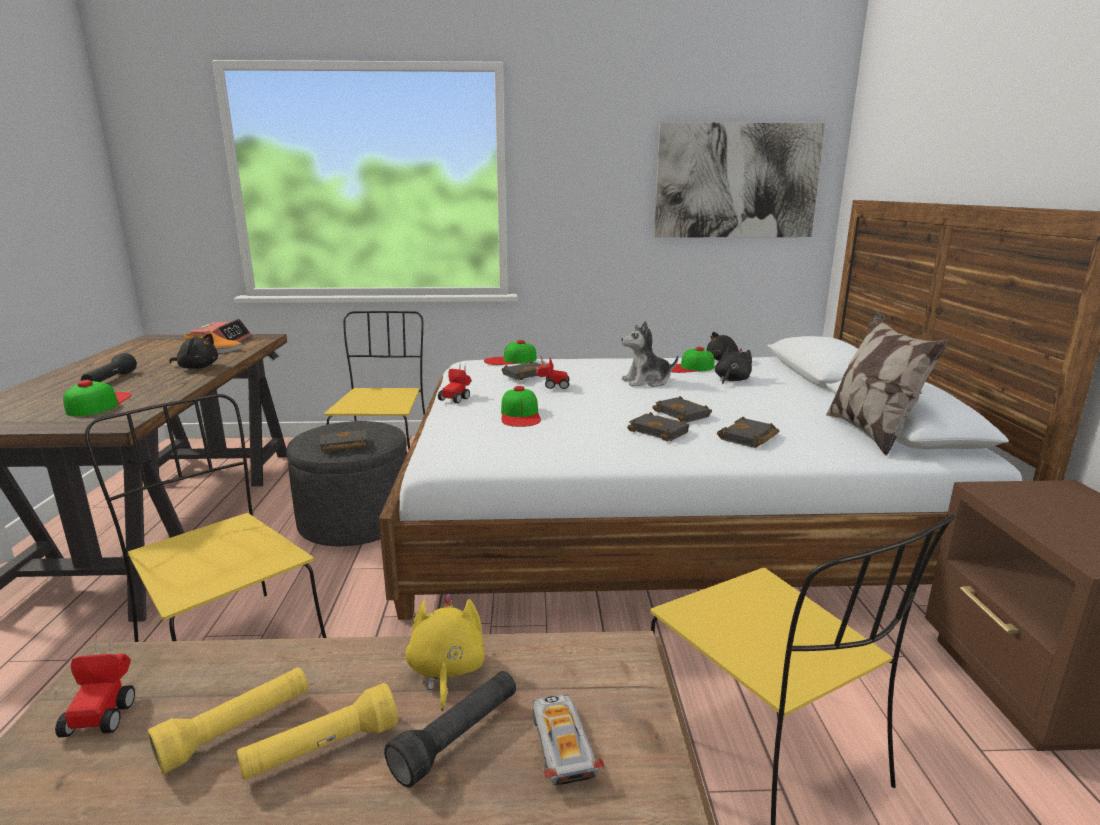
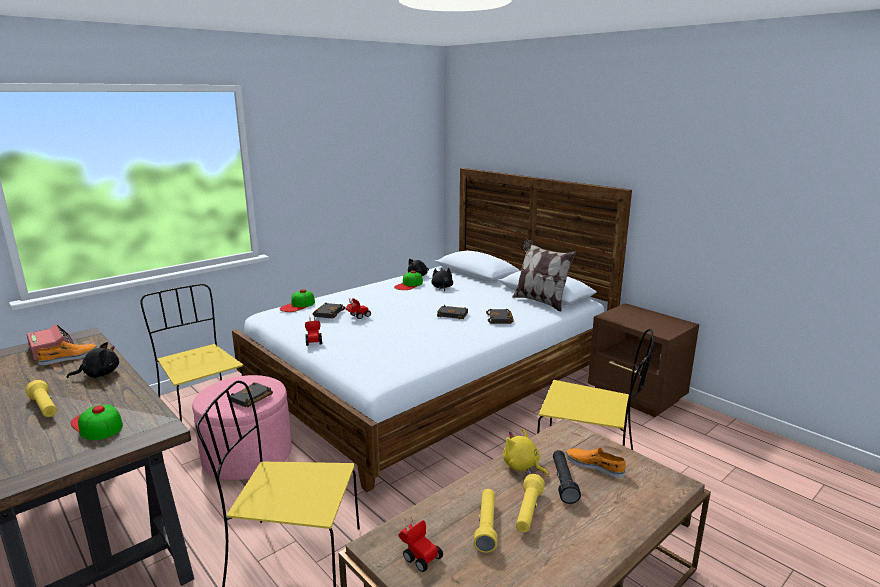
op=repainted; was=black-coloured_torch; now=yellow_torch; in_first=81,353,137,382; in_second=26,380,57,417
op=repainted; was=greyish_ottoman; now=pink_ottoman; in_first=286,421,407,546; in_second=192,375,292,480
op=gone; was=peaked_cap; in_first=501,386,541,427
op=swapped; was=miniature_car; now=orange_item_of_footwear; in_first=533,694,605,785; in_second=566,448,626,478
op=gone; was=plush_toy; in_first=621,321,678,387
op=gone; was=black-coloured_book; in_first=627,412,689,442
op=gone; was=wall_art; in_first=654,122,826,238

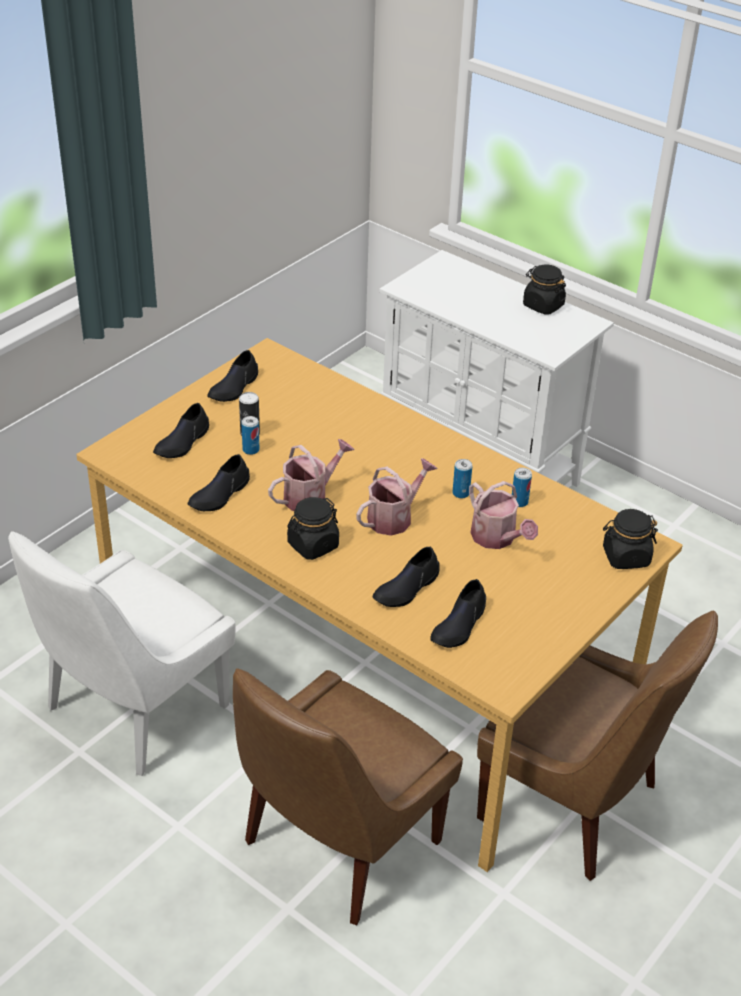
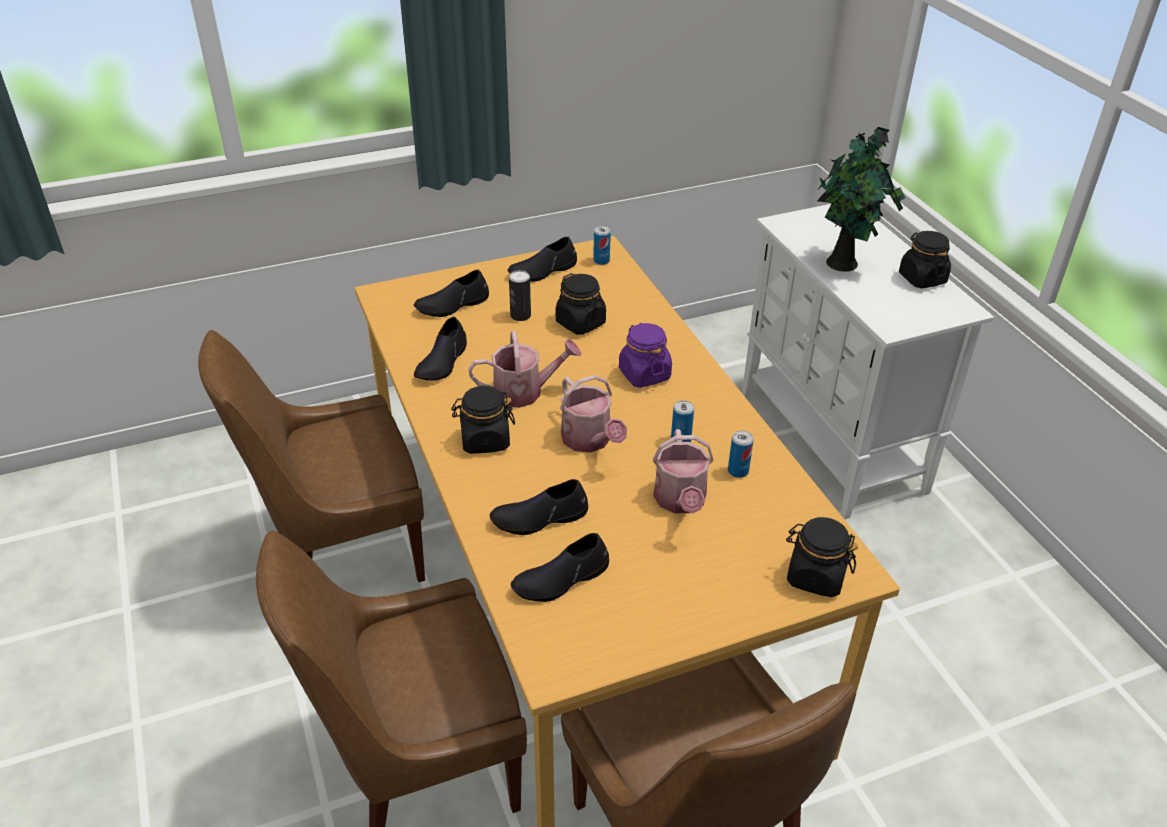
op=repainted; was=whitish_chair; now=brownish_chair; in_first=8,531,236,776; in_second=198,330,425,582
op=rotated; was=black-coloured_item_of_footwear; in_first=188,454,250,511; in_second=414,317,467,381; clockwise=-45
op=shifted; was=metal_can; in_first=241,416,259,455; in_second=593,226,611,265
op=rotated; was=watering_can; in_first=356,458,438,536; in_second=560,375,627,453; clockwise=75
op=new; now=black-coloured_jar; in_second=556,273,606,335
op=new; now=purplish_jar; in_second=619,323,672,388
op=new; now=houseplant; in_second=817,127,906,272

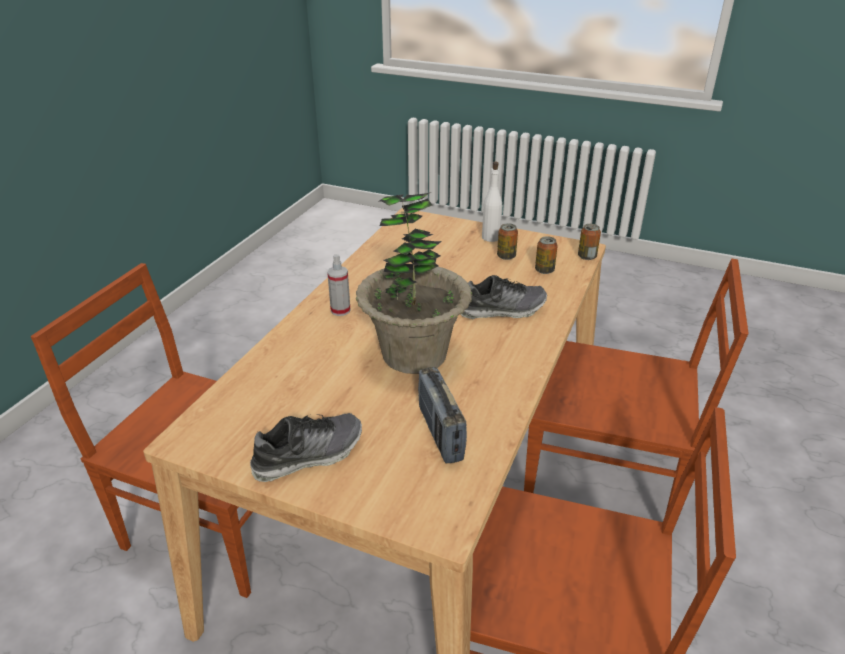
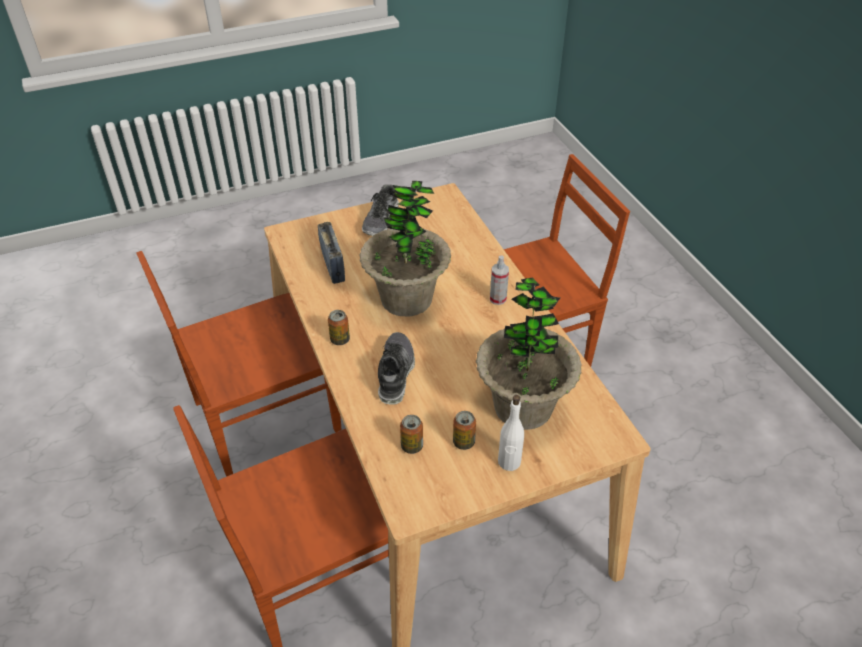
op=rotated; was=radio_set; in_first=418,367,467,463; in_second=318,222,345,284; clockwise=45
op=rotated; was=item_of_footwear; in_first=461,275,547,319; in_second=378,332,415,405; clockwise=150
op=shifted; was=metal_can; in_first=578,224,601,260; in_second=328,310,350,345
op=new; now=houseplant; in_second=476,277,582,430

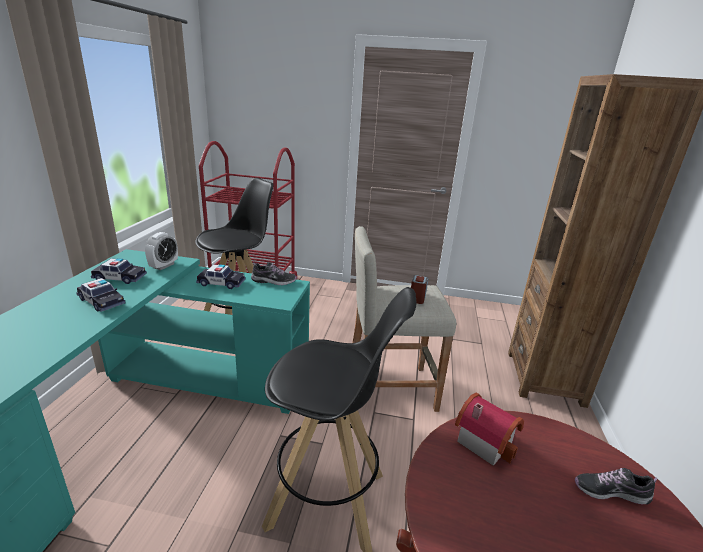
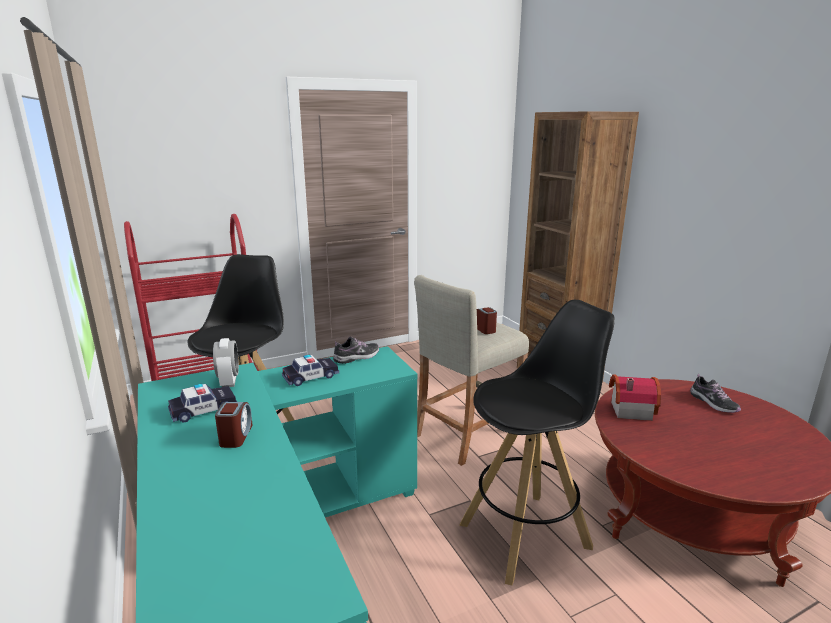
op=swapped; was=miniature_car; now=table_clock; in_first=76,278,126,312; in_second=215,402,252,448
op=rotated; was=item_of_footwear; in_first=575,468,657,505; in_second=690,374,741,413; clockwise=-90

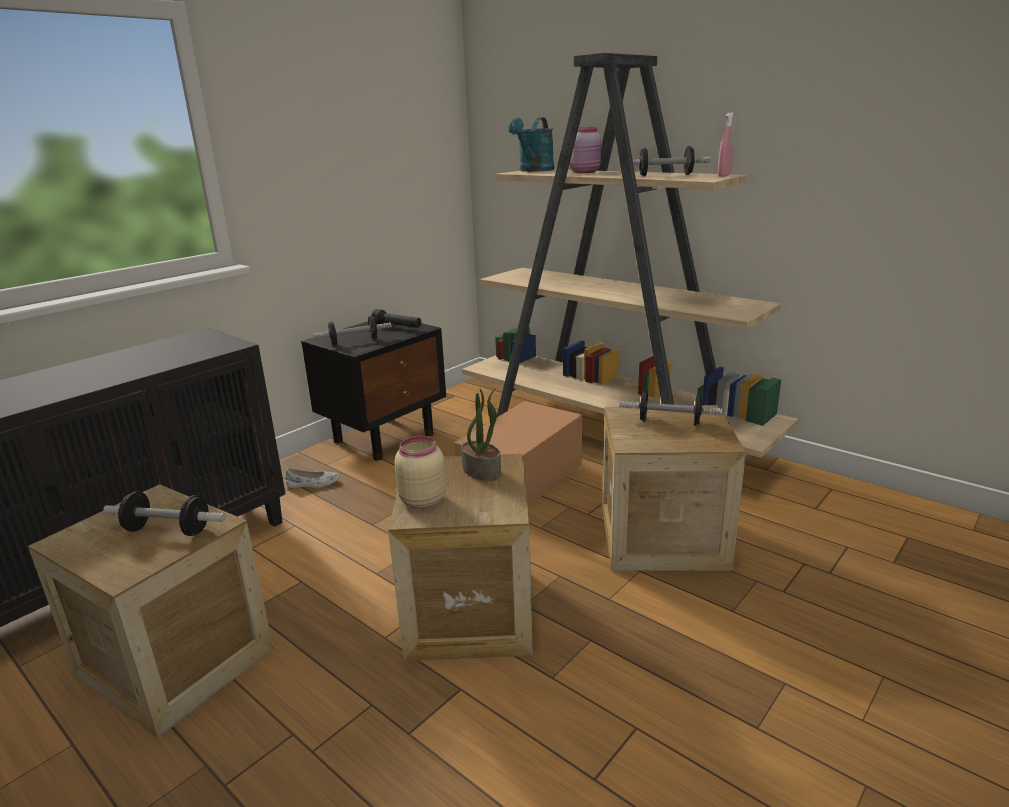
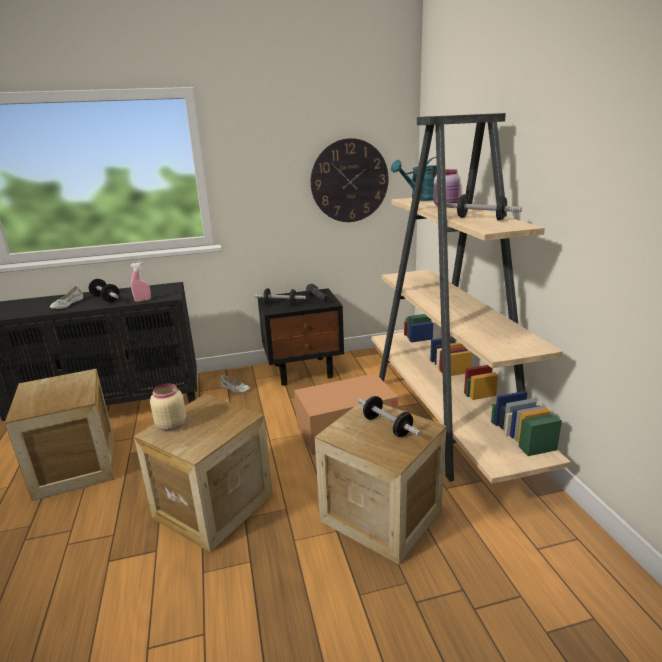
op=shifted; was=hand_weight; in_first=103,492,226,536; in_second=88,279,120,303
op=gone; was=houseplant; in_first=461,388,501,481
op=shifted; was=pink_hand_sprayer; in_first=718,112,734,177; in_second=130,262,151,302
op=new; now=whitish_item_of_footwear; in_second=50,286,83,309
op=new; now=wall_clock; in_second=311,138,389,222

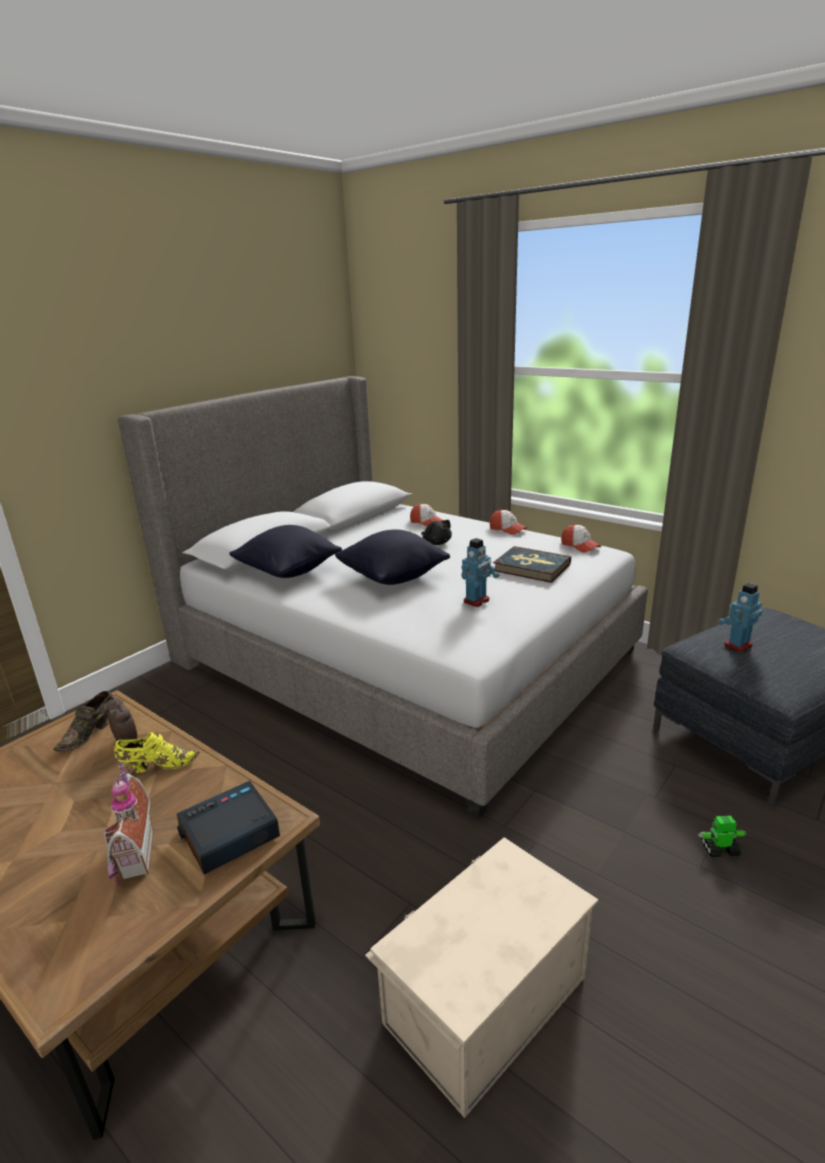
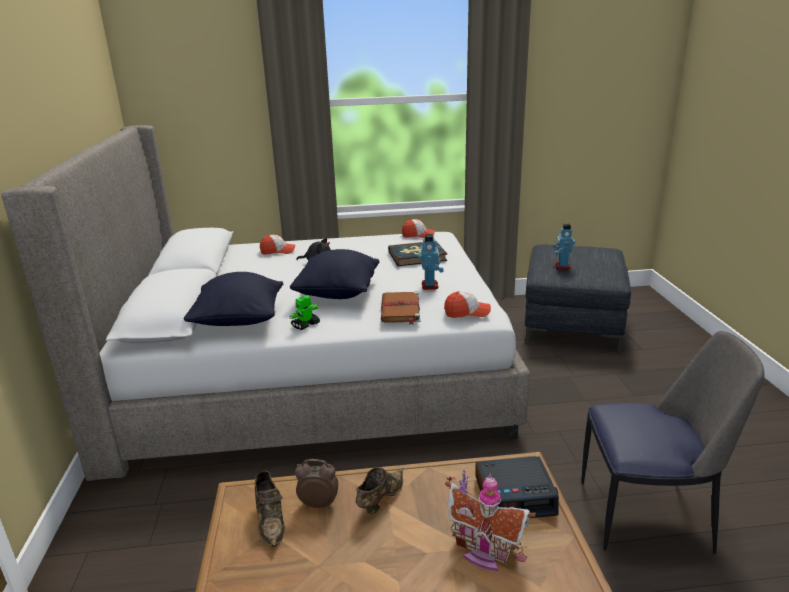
op=repainted; was=yellow_item_of_footwear; now=brownish_item_of_footwear; in_first=114,732,200,773; in_second=356,467,403,514
op=rotated; was=table_clock; in_first=177,781,280,874; in_second=475,456,559,518; clockwise=-105
op=swapped; was=beige-coloured_storage_bin; now=chair; in_first=365,837,598,1118; in_second=582,331,764,554
op=shifted; was=peaked_cap; in_first=490,509,527,535; in_second=444,291,491,318
op=shifted; was=robot_figure; in_first=698,816,747,857; in_second=289,295,320,330
op=new; now=brownish_book; in_second=381,292,420,325

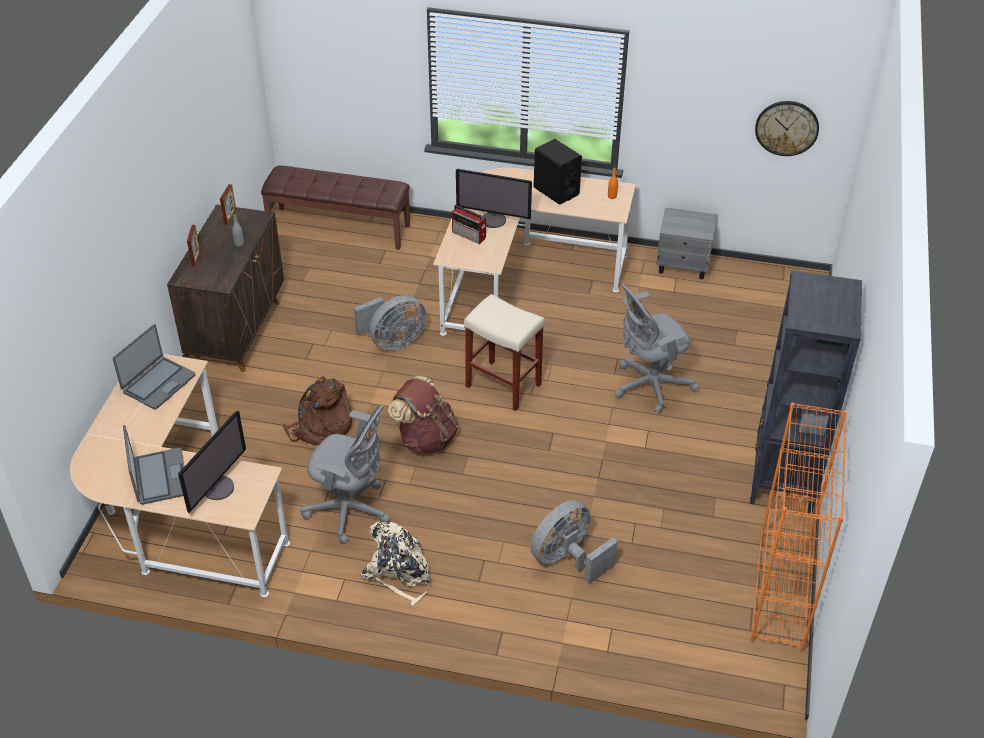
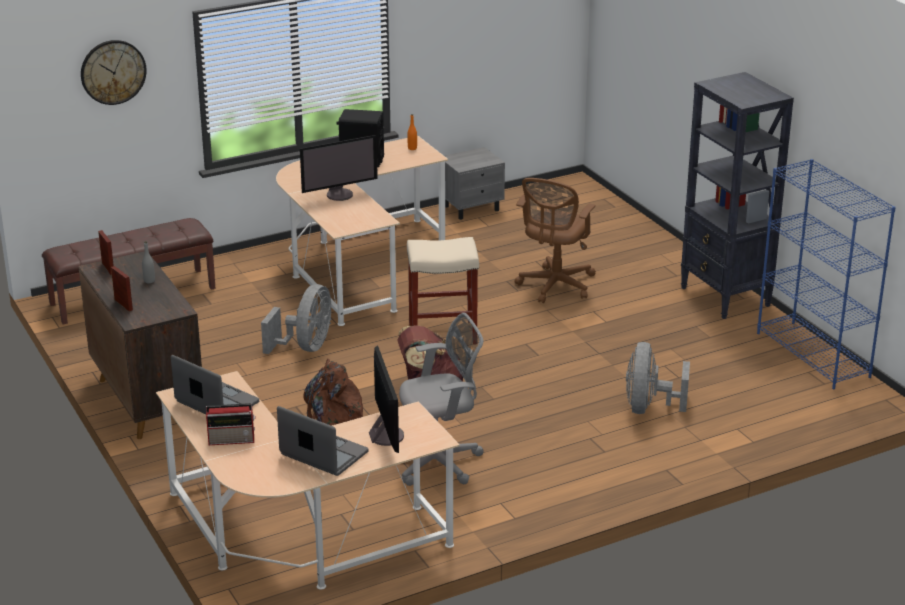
op=rotated; was=laptop; in_first=113,324,196,410; in_second=171,355,259,414; clockwise=-45
op=gone; was=beige-coloured_backpack; in_first=361,521,431,606
op=shifted; was=radio_set; in_first=452,205,486,244; in_second=206,403,255,445
op=repainted; was=greyish_desk_chair; now=brownish_desk_chair; in_first=614,284,700,414; in_second=514,178,596,303
op=repainted; was=orange_shelving_unit; now=bluish_shelving_unit; in_first=750,402,847,652; in_second=757,159,896,389
op=shifted; was=wall_clock; in_first=755,101,819,156; in_second=81,40,147,105

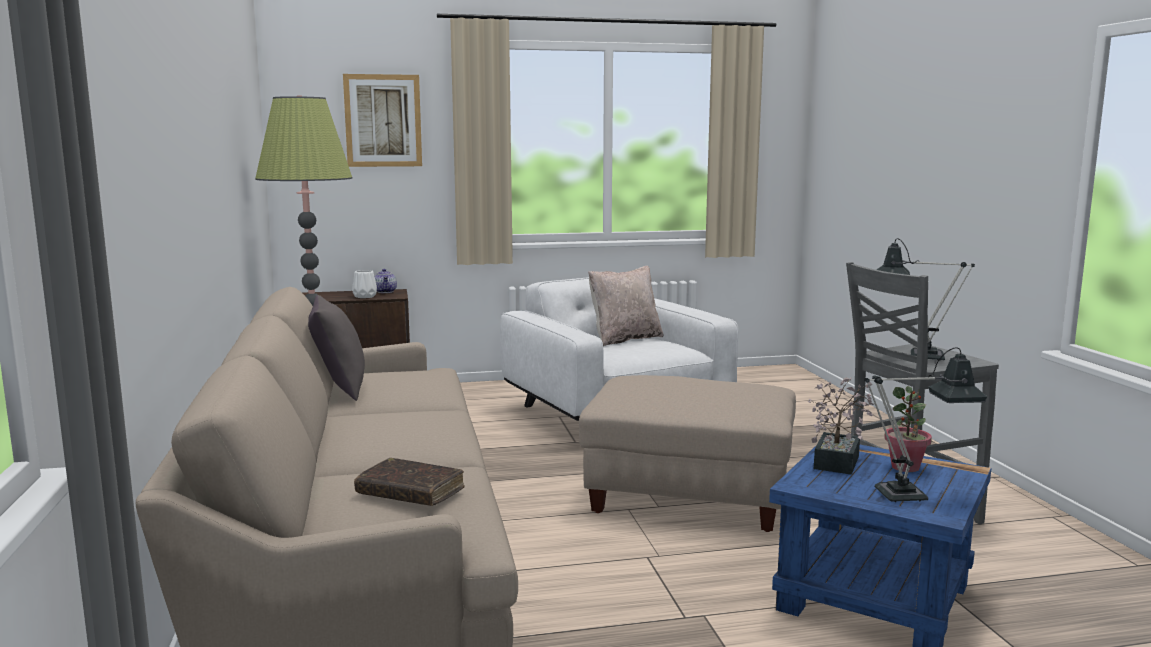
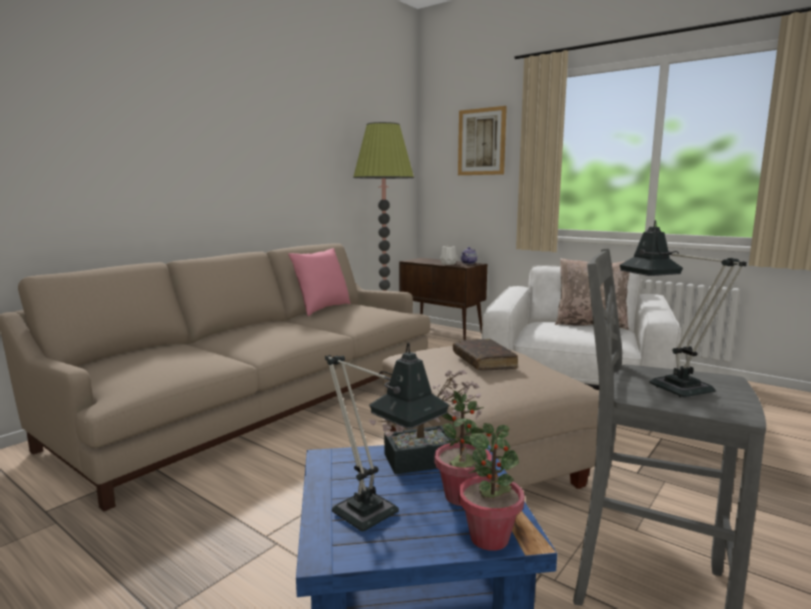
op=repainted; was=greyish_throw_pillow; now=pink_throw_pillow; in_first=308,295,365,401; in_second=288,248,351,316
op=shifted; was=brownish_book; in_first=354,458,465,506; in_second=453,339,518,370
op=new; now=houseplant; in_second=459,423,525,551

